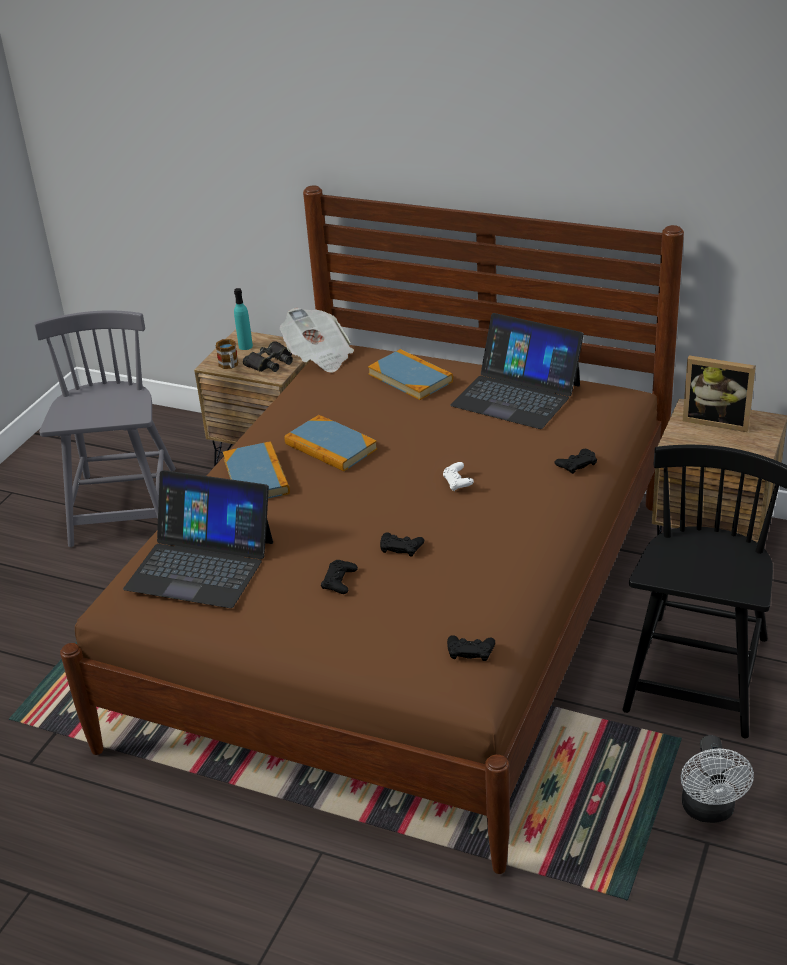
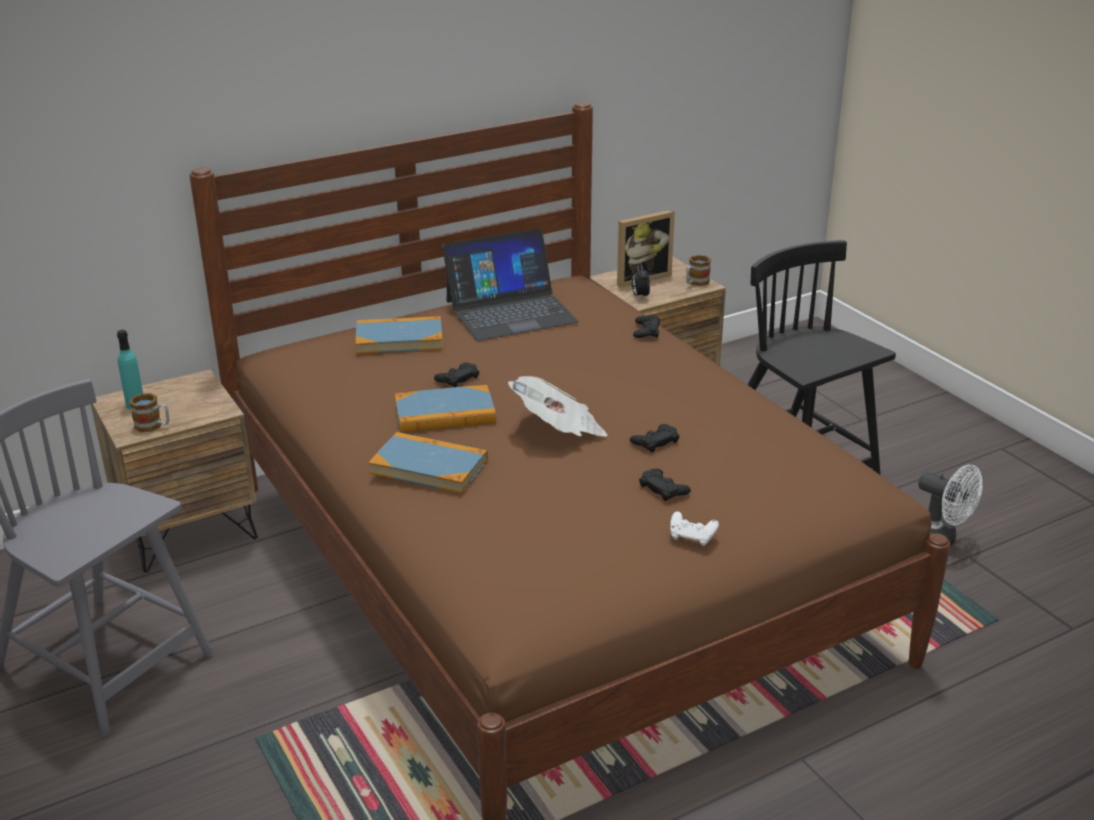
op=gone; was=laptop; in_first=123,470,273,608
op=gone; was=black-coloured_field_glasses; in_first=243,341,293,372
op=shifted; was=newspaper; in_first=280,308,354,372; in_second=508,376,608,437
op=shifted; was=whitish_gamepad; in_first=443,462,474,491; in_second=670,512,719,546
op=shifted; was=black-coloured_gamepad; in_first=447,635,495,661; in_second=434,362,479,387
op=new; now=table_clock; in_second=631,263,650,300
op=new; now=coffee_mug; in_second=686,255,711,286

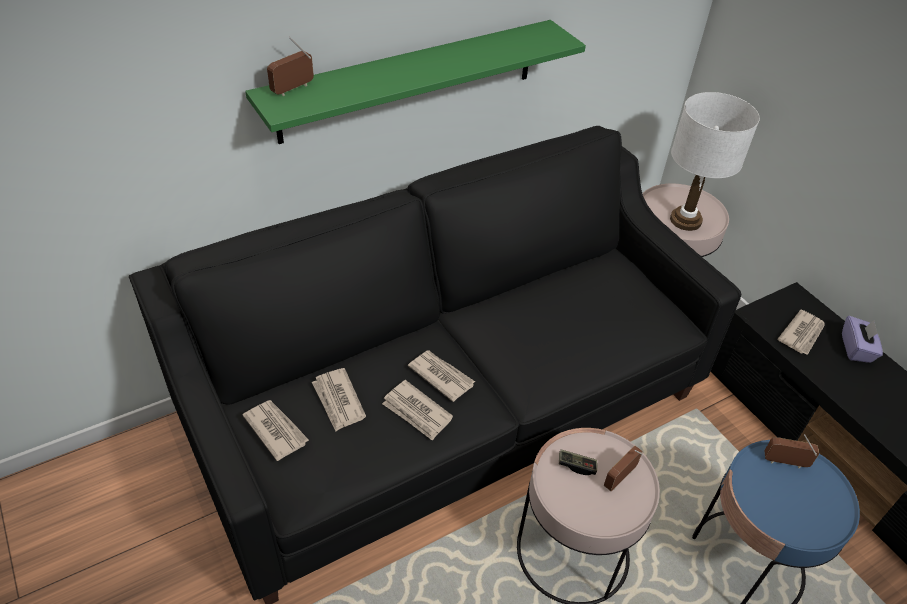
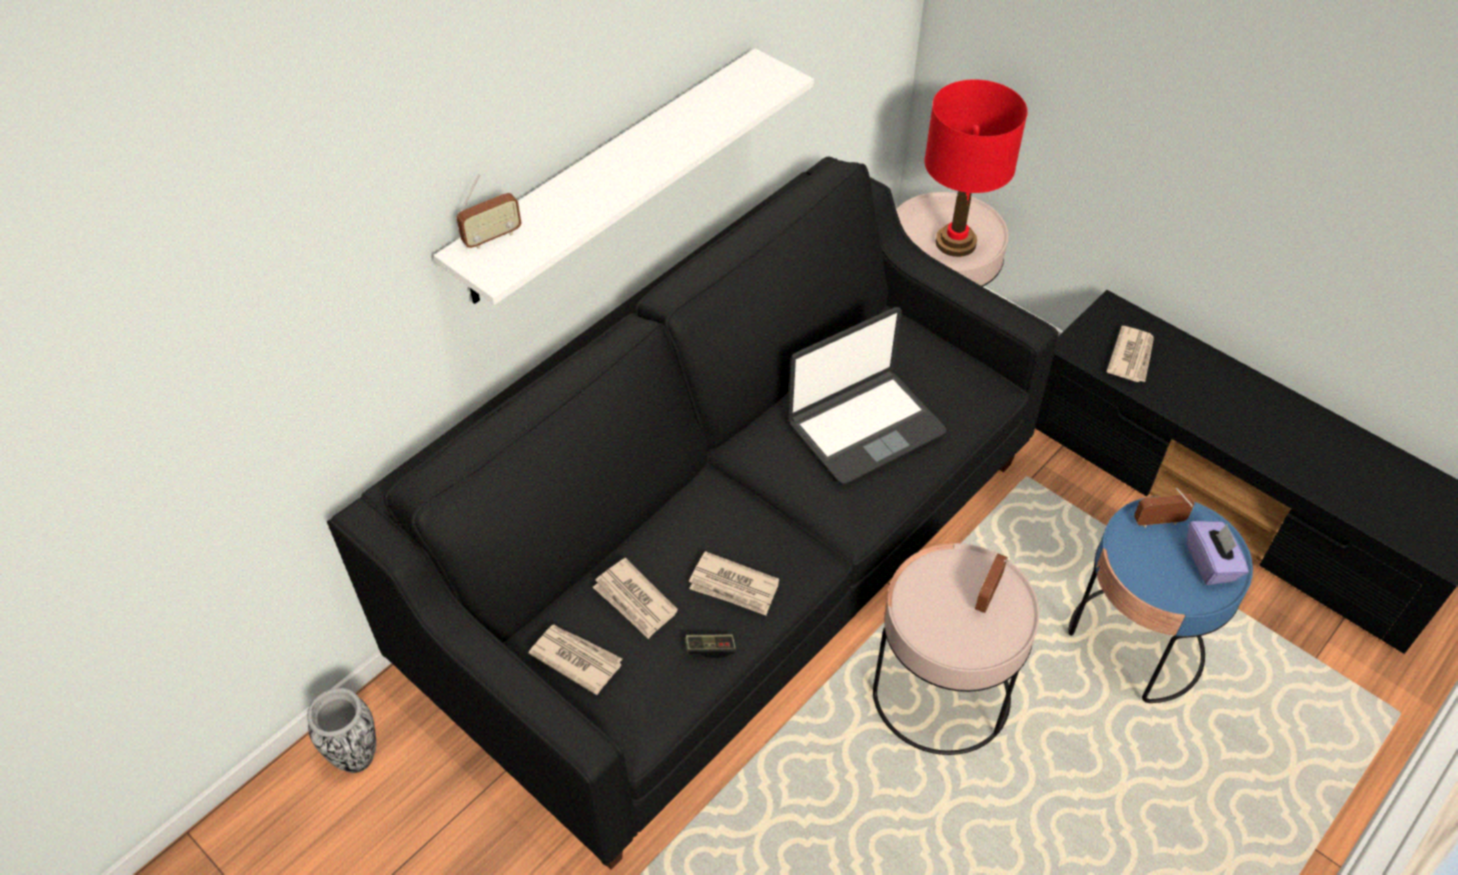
op=repainted; was=green_shelf; now=whitish_shelf; in_first=245,20,586,144; in_second=434,48,814,305
op=rotated; was=radio_set; in_first=267,37,314,96; in_second=457,174,521,249; clockwise=-150
op=gone; was=newspaper; in_first=408,350,475,402
op=shifted; was=gamepad; in_first=559,449,597,475; in_second=685,634,736,658
op=repainted; was=whitish_tabletop_lamp; now=red_tabletop_lamp; in_first=670,92,760,231; in_second=924,79,1028,257
op=shifted; was=purplish_tissue_box; in_first=842,316,883,363; in_second=1187,521,1249,585
op=new; now=decorative_vase; in_second=307,688,376,773
op=new; now=laptop; in_second=787,307,947,485

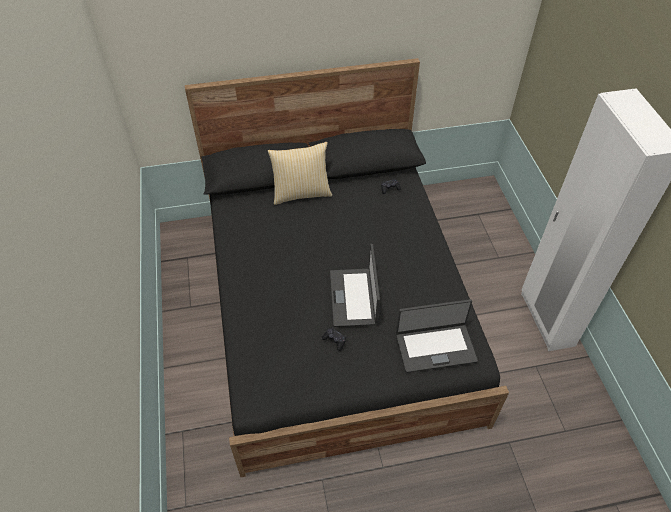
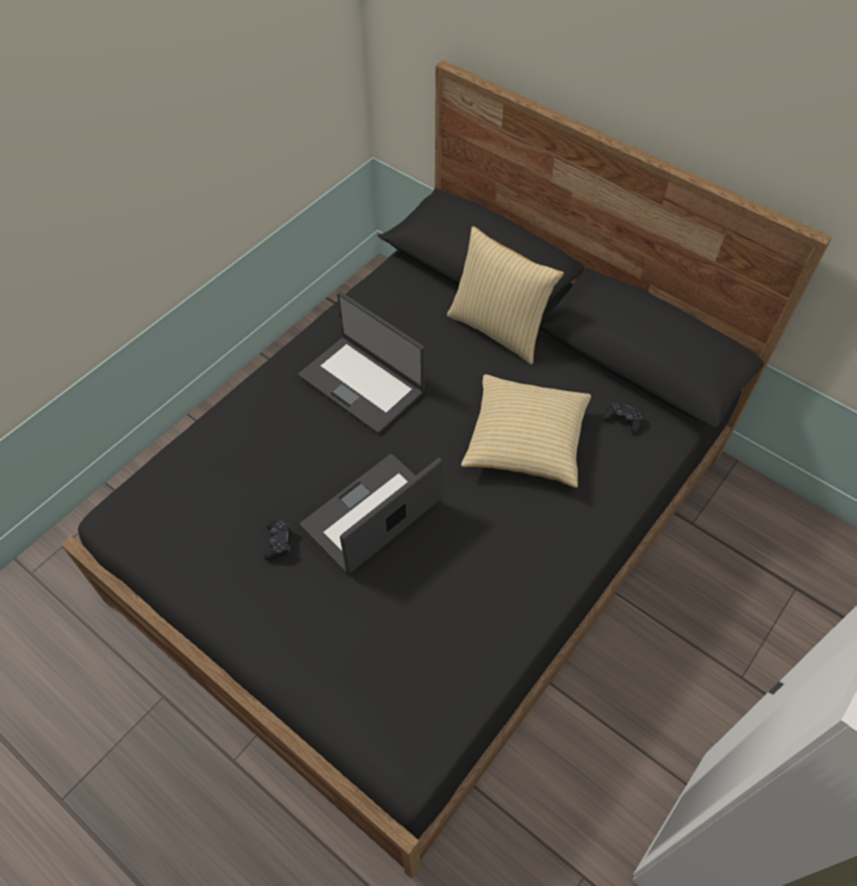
op=shifted; was=laptop; in_first=396,299,478,373; in_second=298,292,425,434
op=new; now=throw_pillow; in_second=461,374,591,488

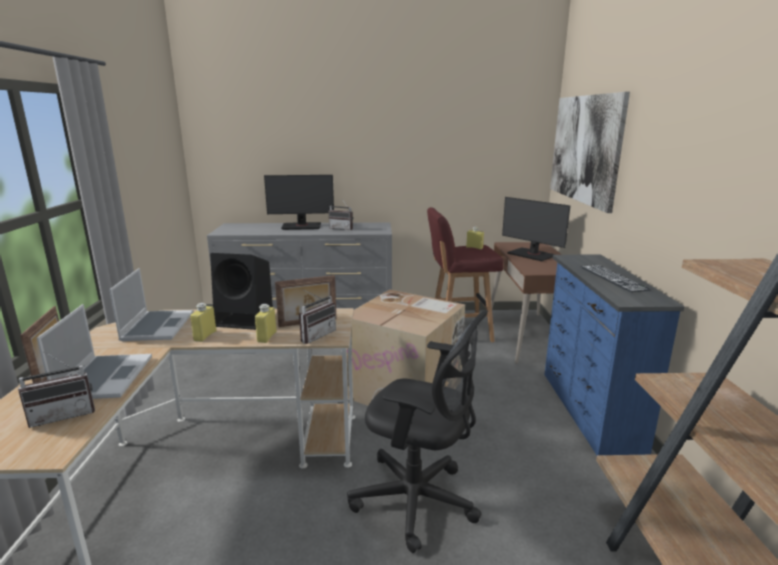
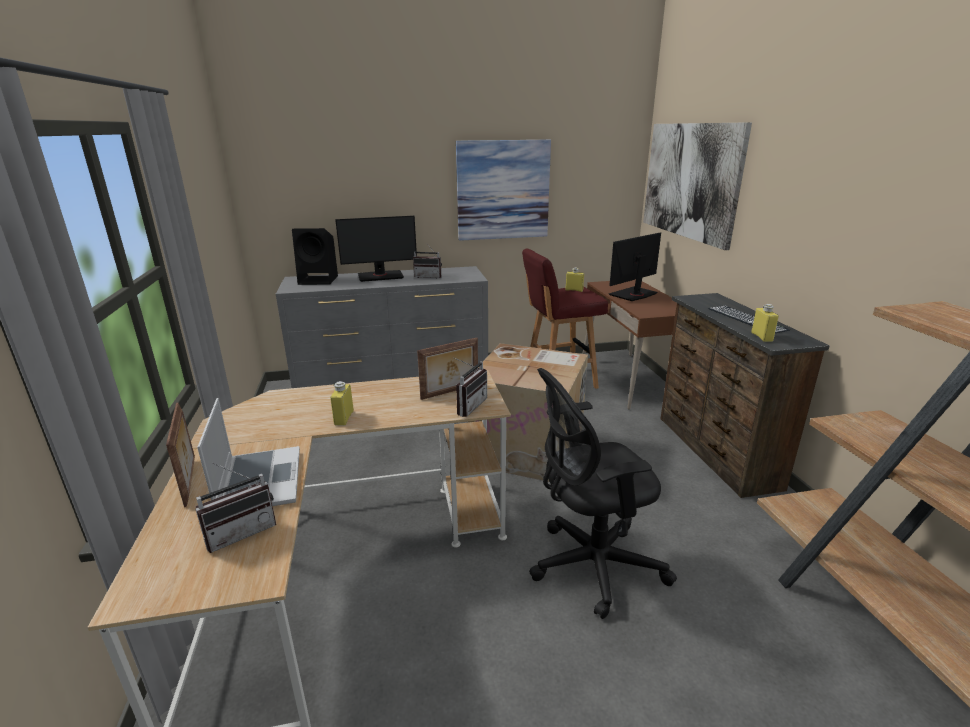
op=gone; was=laptop; in_first=109,268,193,341
op=shifted; was=black-coloured_audio_speaker; in_first=210,253,273,330; in_second=292,228,338,285
op=shifted; was=yellow_bottle; in_first=255,304,277,343; in_second=751,304,779,342
op=rotated; was=black-coloured_desk_chair; in_first=347,310,488,553; in_second=529,368,677,619; clockwise=150
op=rotated; was=monitor; in_first=502,197,571,261; in_second=609,232,661,301; clockwise=105
op=repainted; was=bluish_drawer_chest; now=brownish_drawer_chest; in_first=544,254,685,455; in_second=660,293,830,498
op=new; now=wall_art; in_second=456,140,551,241

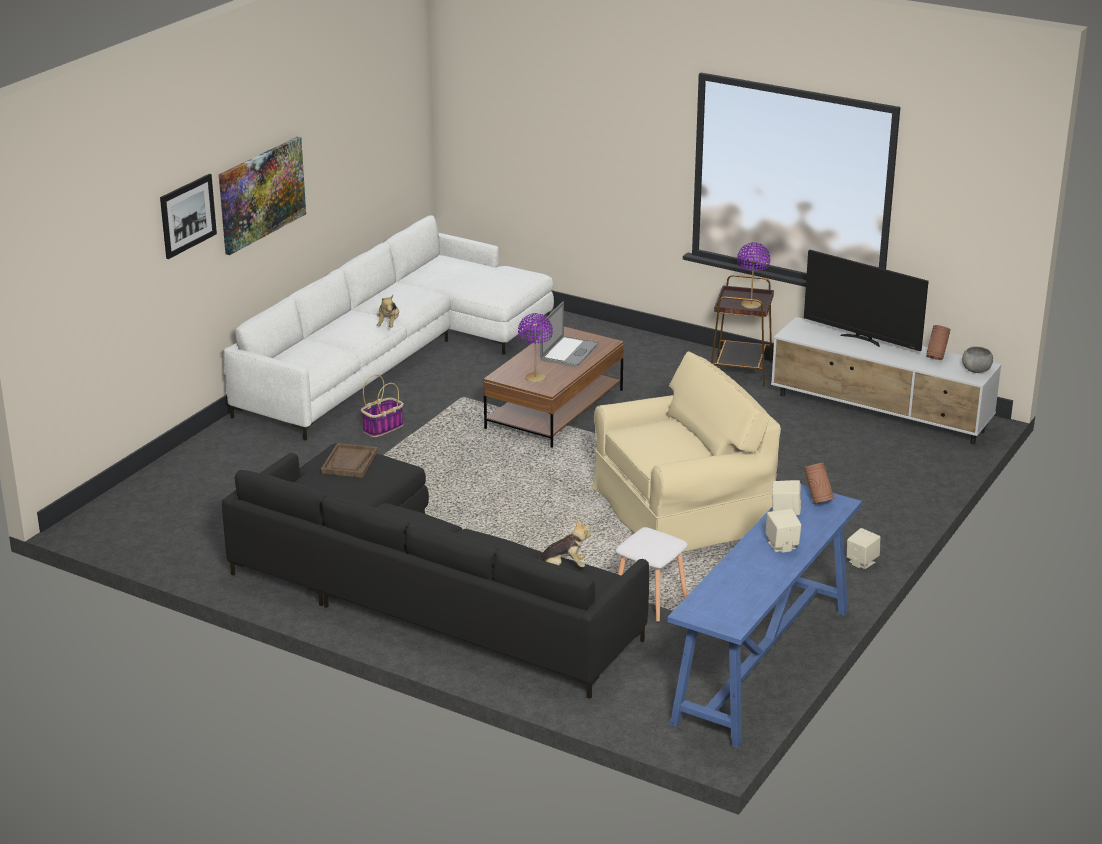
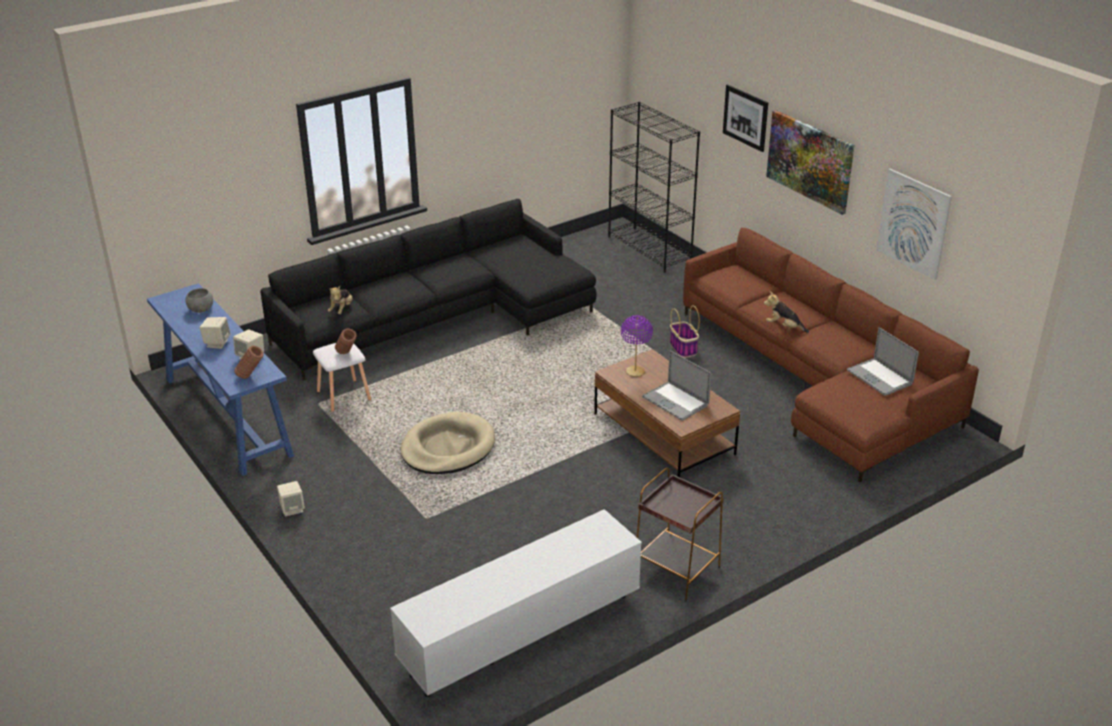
op=repainted; was=whitish_settee; now=brownish_settee; in_first=223,215,554,440; in_second=683,228,979,482
op=gone; was=brownish_tray; in_first=321,443,378,478
op=swapped; was=beige-coloured_lounge_chair; now=beige-coloured_dog_bed; in_first=592,351,781,552; in_second=400,412,495,474
op=gone; was=purplish_tabletop_lamp; in_first=737,242,770,309
op=gone; was=TV; in_first=804,250,929,351
op=shifted; was=brownish_decorative_vase; in_first=926,325,951,360; in_second=335,328,357,354
op=shifted; was=greyish_deep_dish; in_first=962,346,993,373; in_second=185,288,213,313
op=new; now=black-coloured_shelving_unit; in_second=608,102,700,273
op=new; now=laptop; in_second=847,327,919,396
op=new; now=wall_art; in_second=876,169,952,280

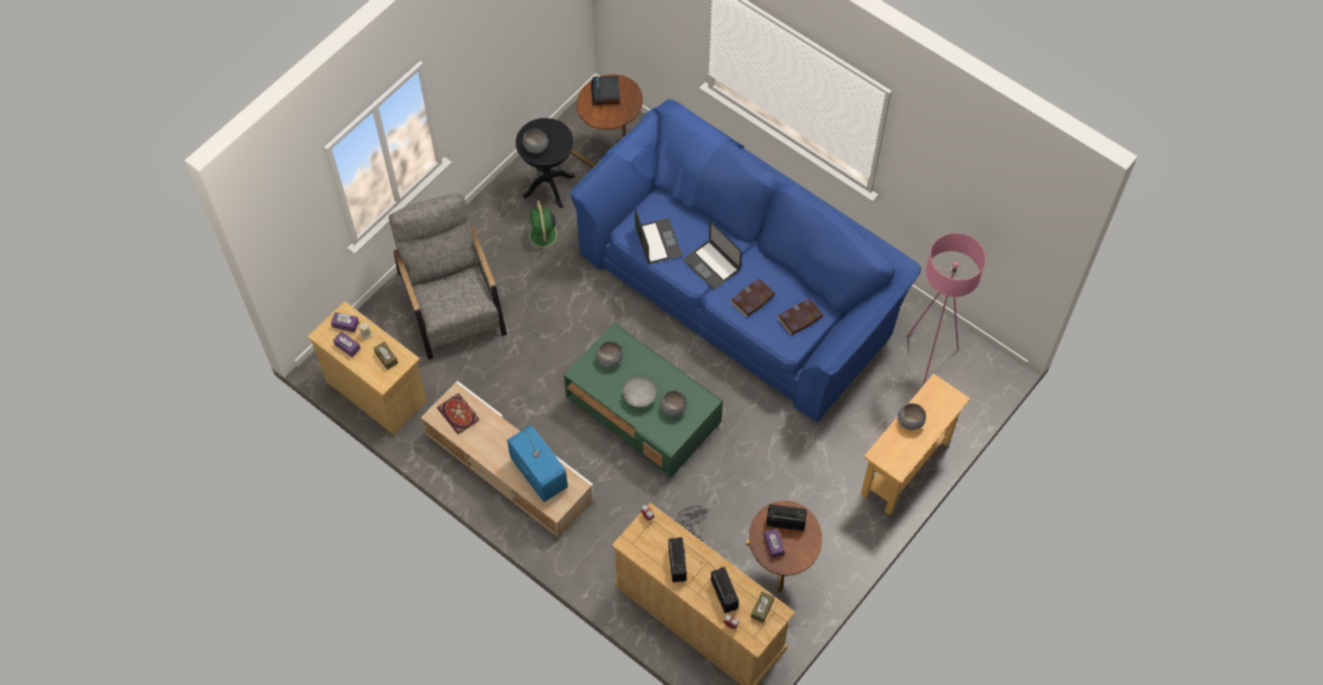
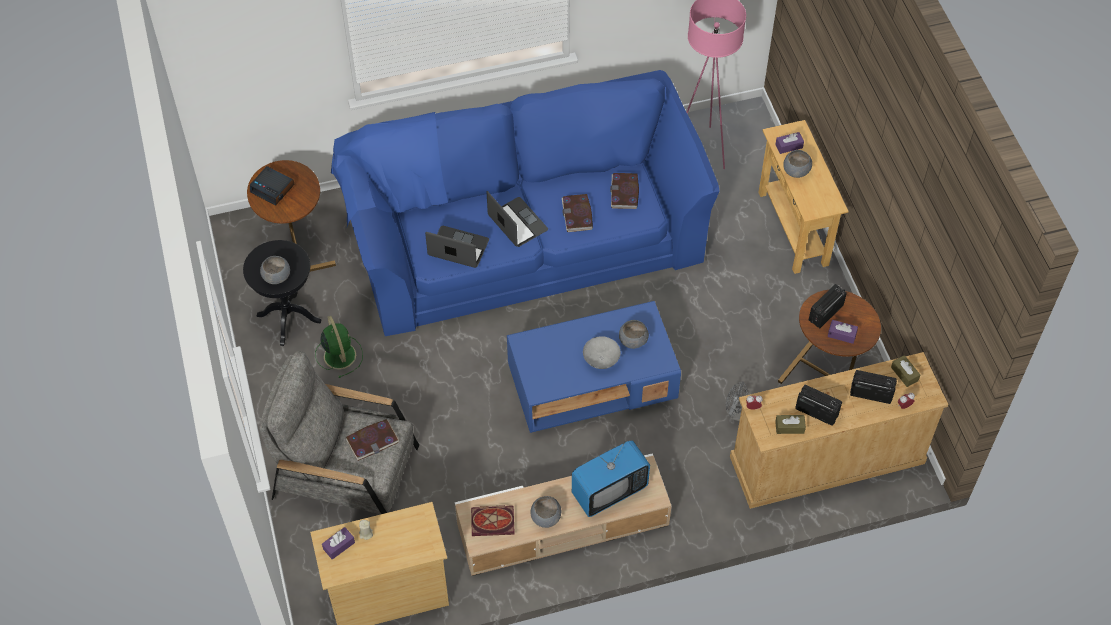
op=shifted; was=purplish_tissue_box; in_first=333,331,361,357; in_second=775,132,804,154
op=shifted; was=brownish_tissue_box; in_first=374,342,398,370; in_second=775,415,806,434
op=rotated; was=TV; in_first=507,425,568,502; in_second=572,440,650,517; clockwise=150
op=rotated; was=green_fan; in_first=523,200,565,254; in_second=315,316,363,378; clockwise=-135
op=repainted; was=green_low_table; now=bluish_low_table; in_first=564,323,723,477; in_second=507,301,681,433
op=shifted; was=greyish_deep_dish; in_first=596,341,623,368; in_second=531,496,561,528
op=rotated; was=laptop; in_first=683,222,742,289; in_second=487,191,548,247; clockwise=-120
op=new; now=book; in_second=346,419,399,461

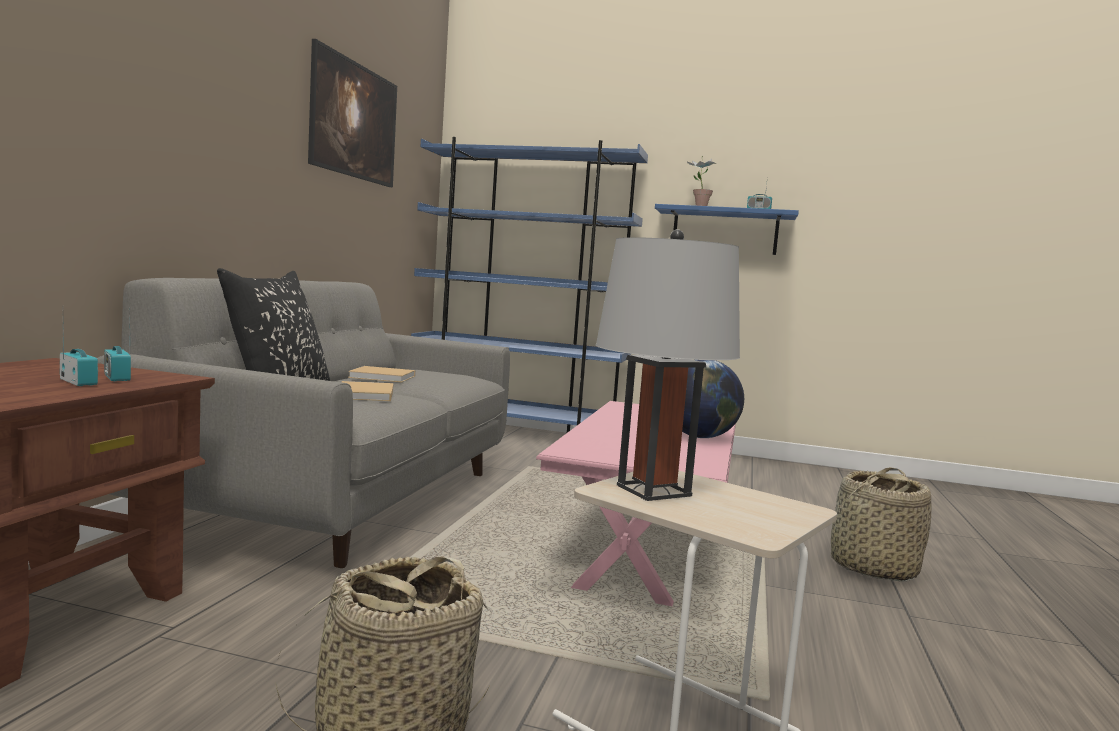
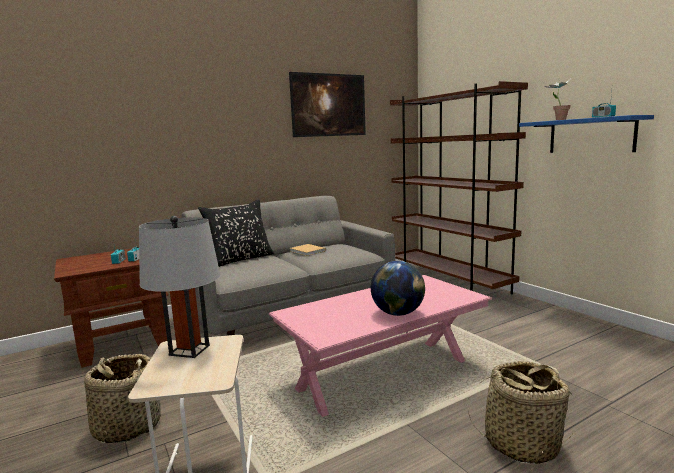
op=gone; was=beige-coloured_book; in_first=342,381,394,401
op=repainted; was=bluish_shelving_unit; now=brownish_shelving_unit; in_first=411,137,648,433; in_second=390,81,528,294

